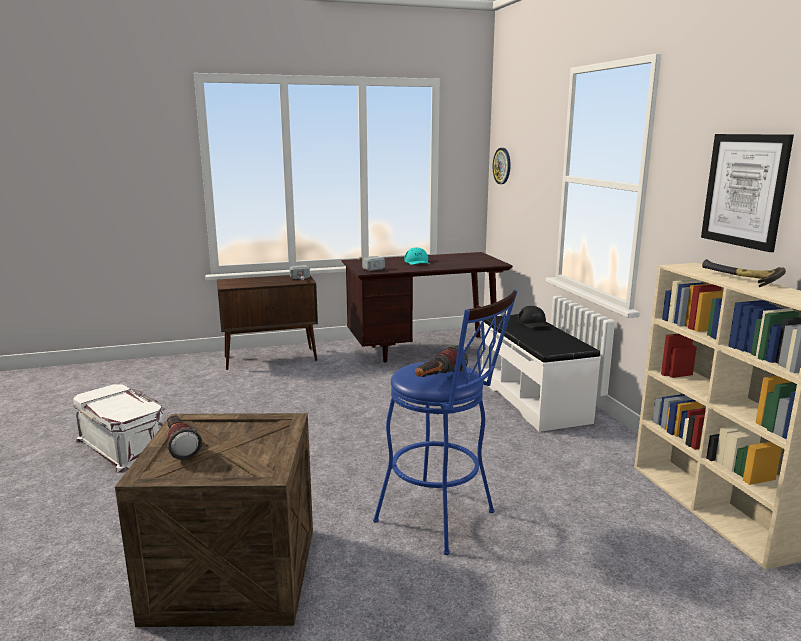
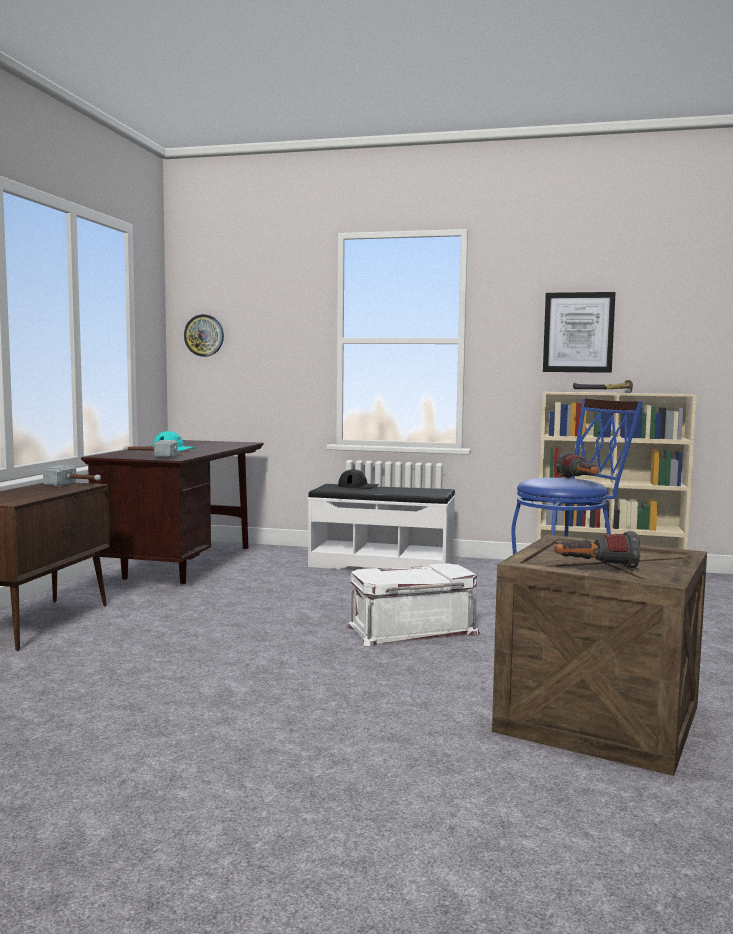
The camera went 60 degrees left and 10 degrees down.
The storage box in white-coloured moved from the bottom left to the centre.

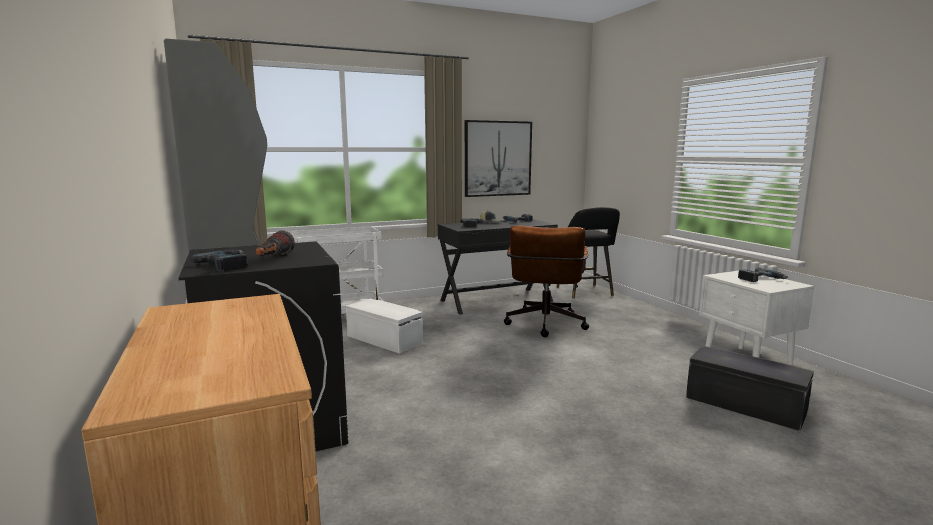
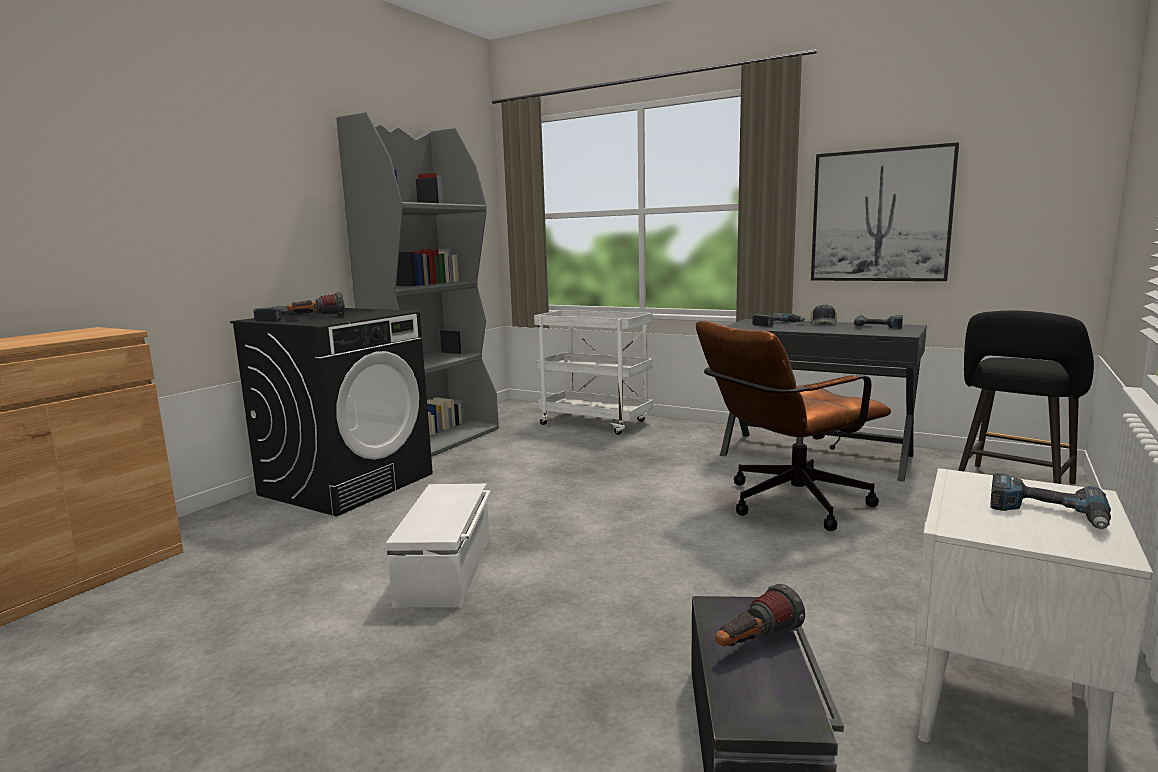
The camera went 55 degrees right and 0 degrees up.
The storage box in white-coloured moved from the centre to the bottom centre.
The flashlight (no. 2 from left) at the bottom centre appeared.

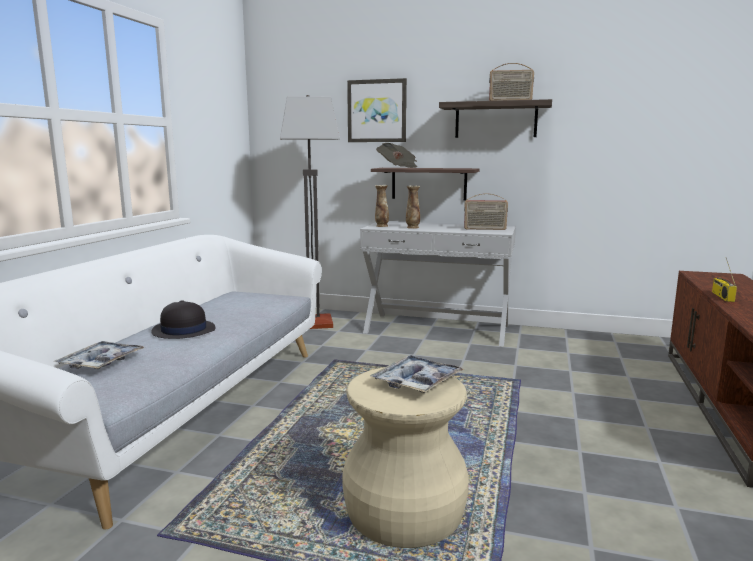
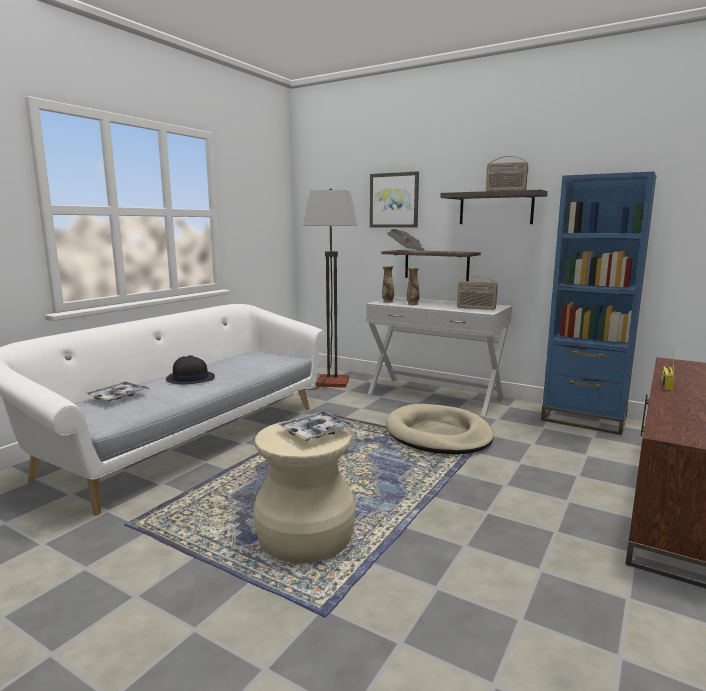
The camera went 15 degrees right and 0 degrees up.
The dog cushion in beige-coloured at the centre appeared.
The bookshelf in blue-coloured at the middle right appeared.

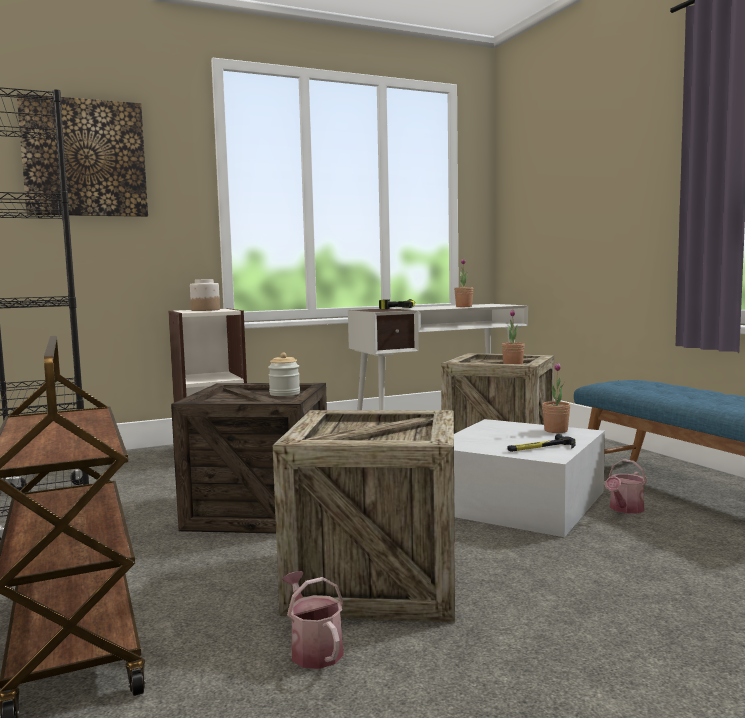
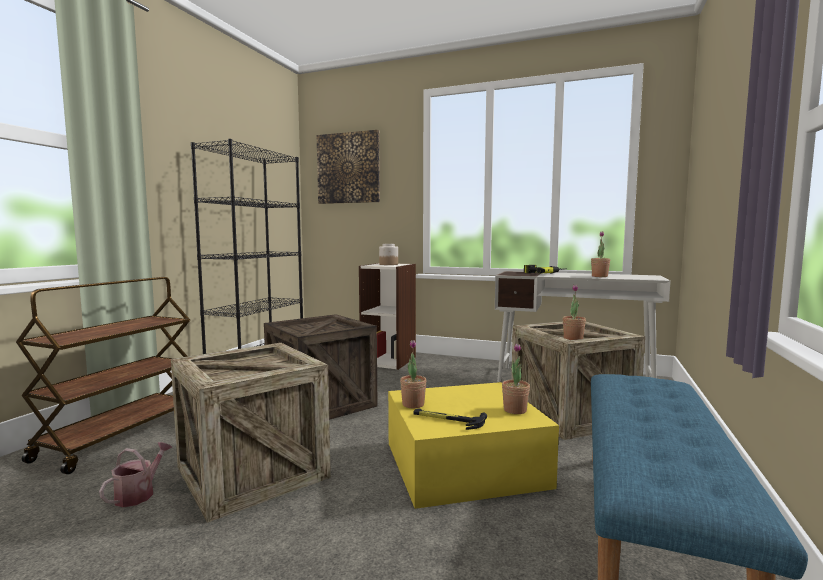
The camera went 45 degrees right and 0 degrees up.
The storage box in white-coloured at the middle right became the storage box in yellow at the bottom centre.
The potted plant (no. 1 from left) at the centre appeared.
The preserve jar (no. 2 from left) at the centre disappeared.
The sprinkling can (no. 2 from left) at the bottom right disappeared.

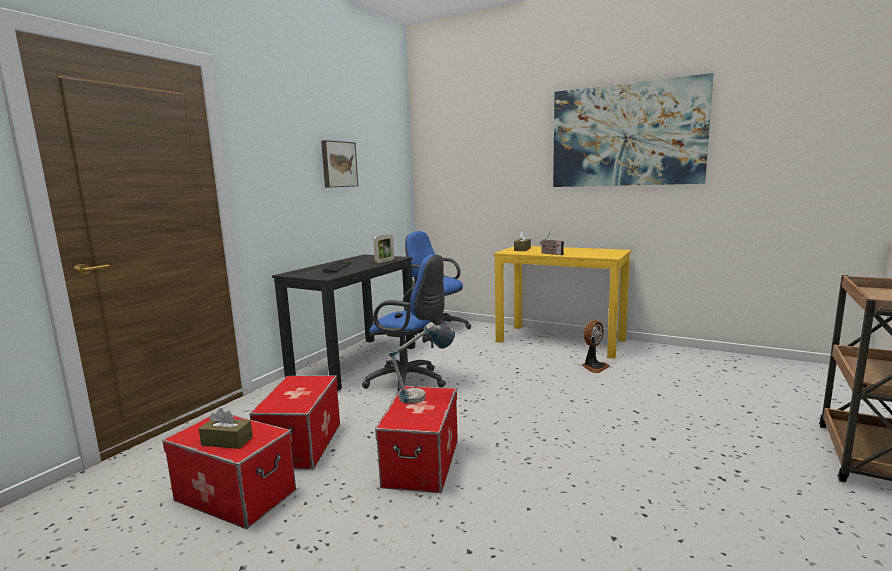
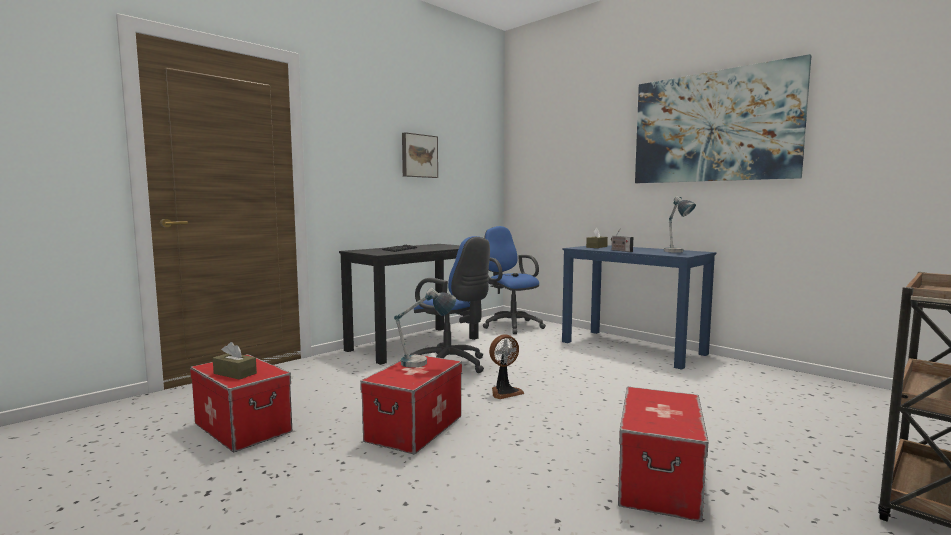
The camera went 15 degrees right and 5 degrees down.
The fan moved from the middle right to the bottom centre.
The desk in yellow at the centre became the desk in blue-coloured at the middle right.
The storage box (no. 2 from left in the first image) moved from the bottom left to the bottom right.
The table lamp (no. 2 from left) at the middle right appeared.
The photo frame at the centre disappeared.

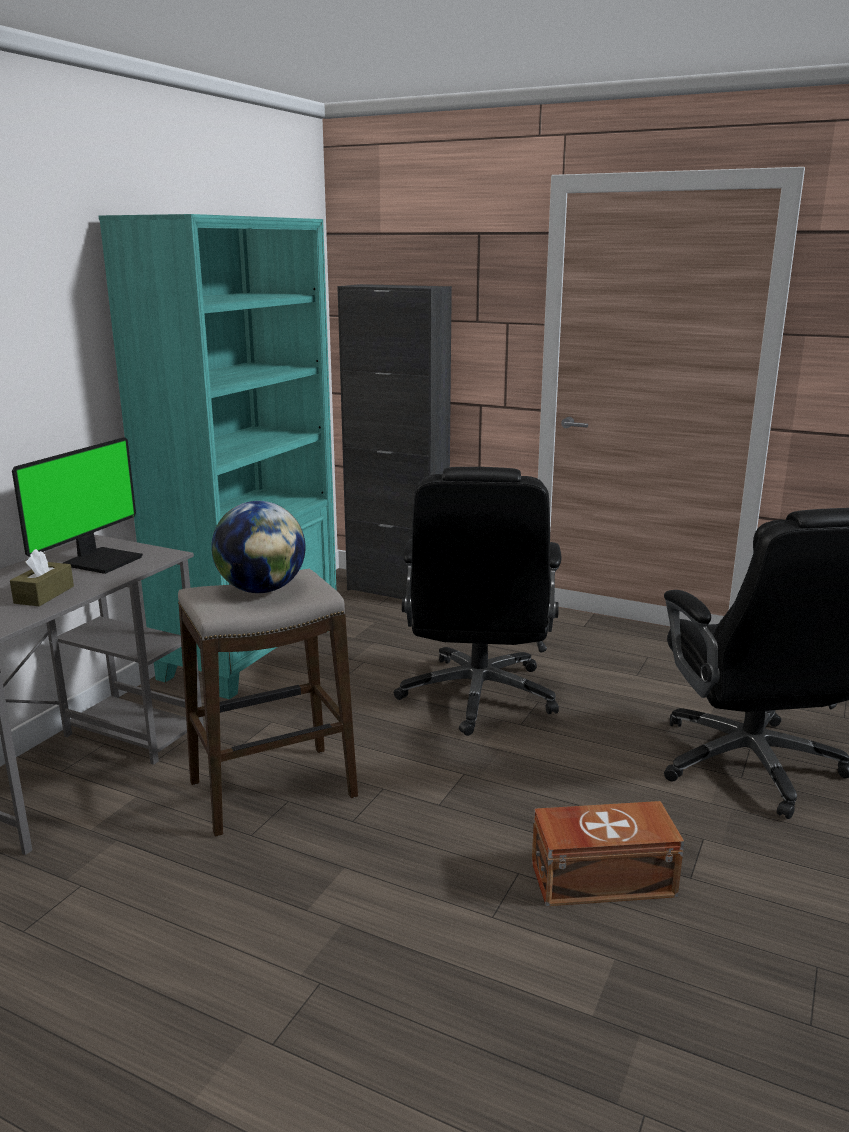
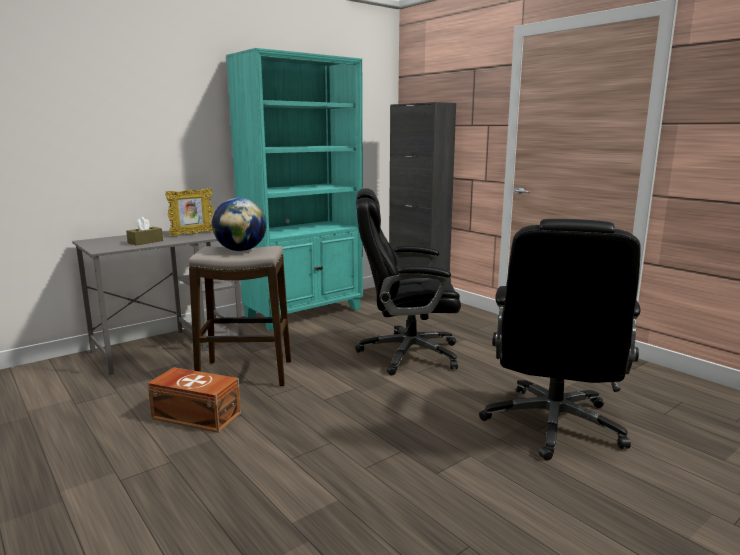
The camera went 25 degrees right and 5 degrees down.
The storage box in brownish moved from the bottom right to the bottom left.
The computer display at the middle left was replaced by the photo frame at the middle left.
The office chair in blackish (no. 1 from left) at the centre turned 60 degrees clockwise.

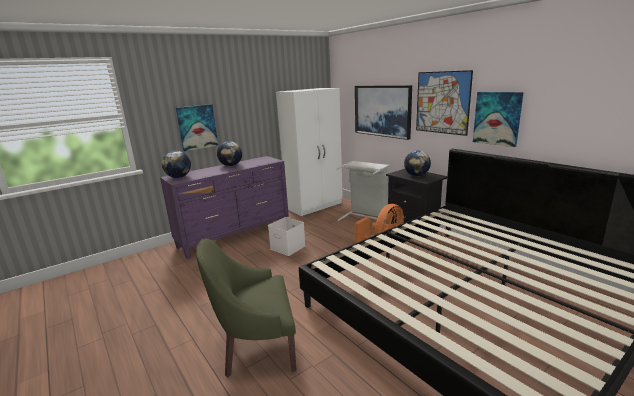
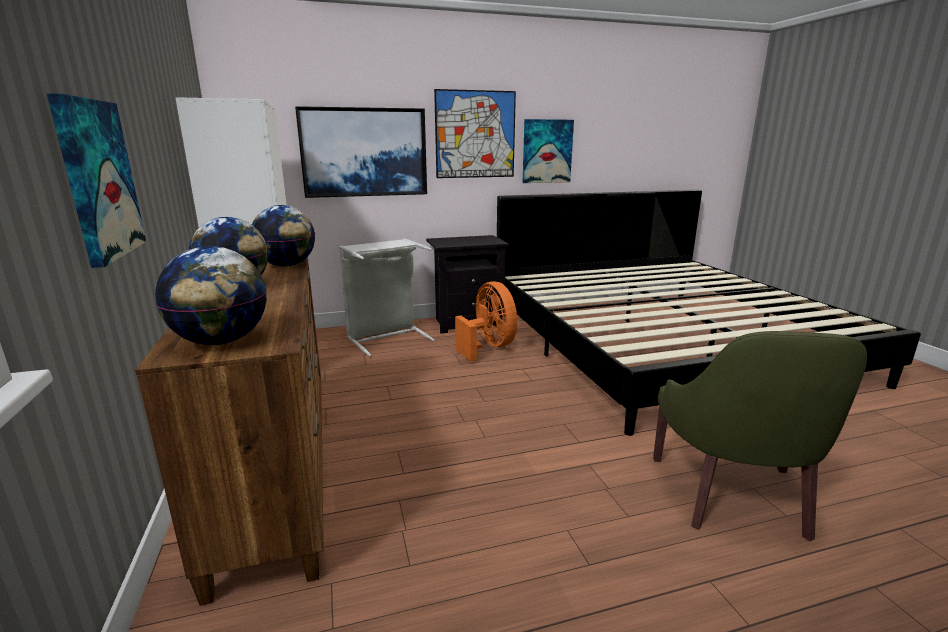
The camera went 70 degrees left and 0 degrees up.
The chest of drawers in purplish at the centre became the chest of drawers in brownish at the bottom left.
The globe (no. 3 from left) moved from the centre to the middle left.
The storage box in white-coloured at the centre disappeared.

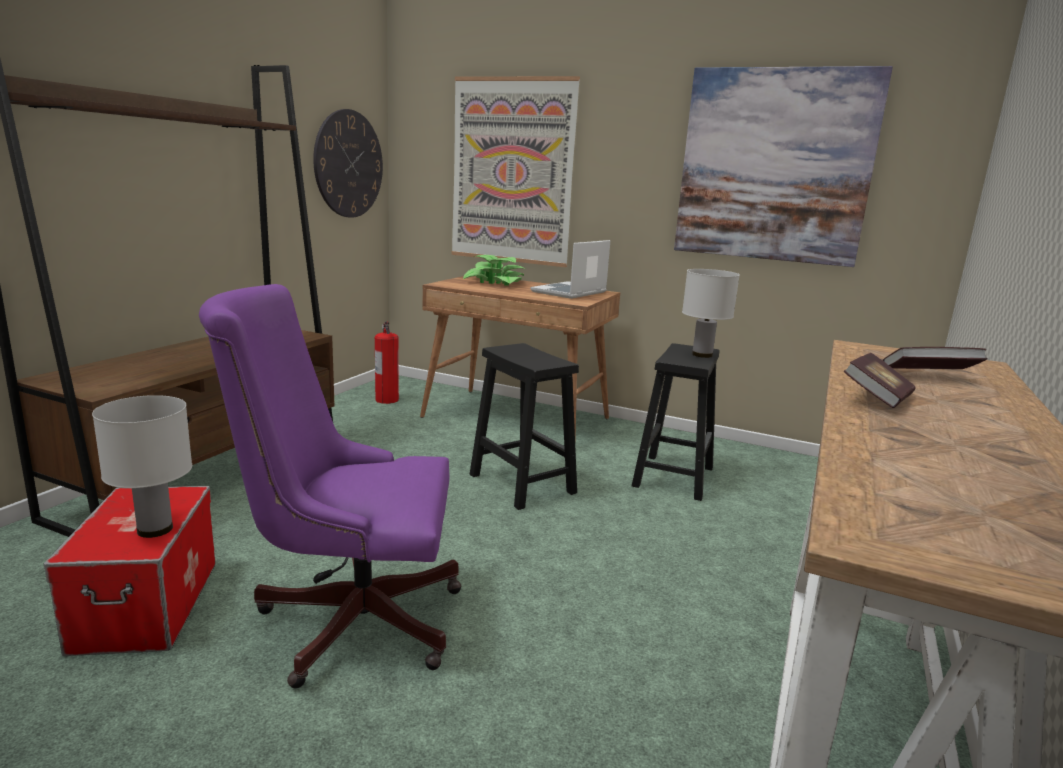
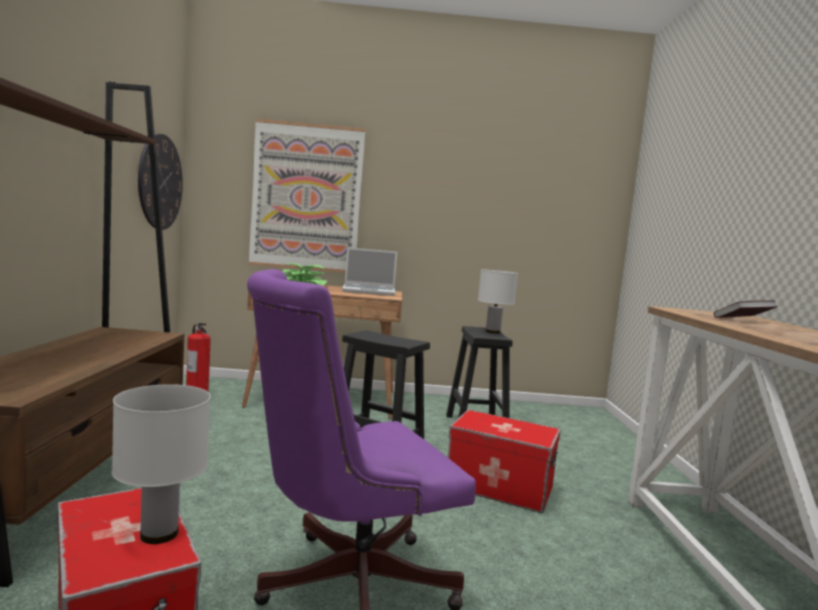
The camera went 25 degrees left and 10 degrees down.
The laptop at the centre turned 105 degrees counterclockwise.
The storage box (no. 2 from left) at the bottom centre appeared.
The wall picture (no. 2 from left) at the top right disappeared.
The book (no. 1 from left) at the middle right disappeared.

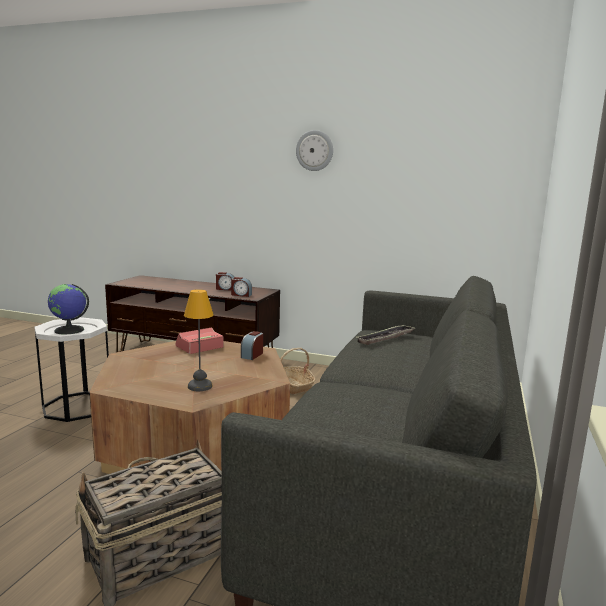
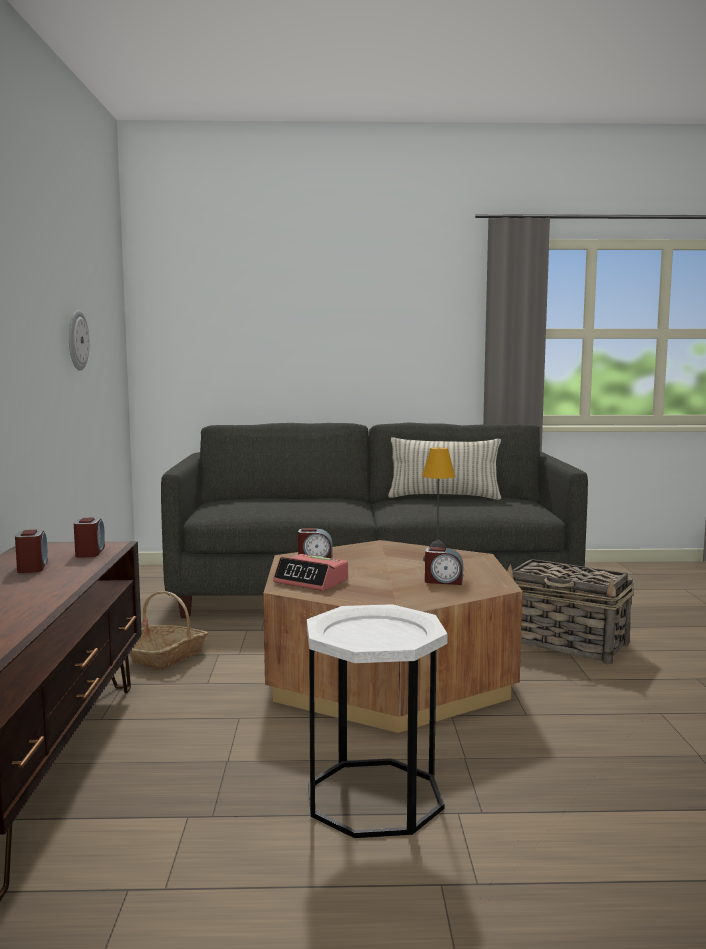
The camera went 110 degrees left and 5 degrees down.
The wall clock moved from the top centre to the middle left.
The cushion at the centre appeared.
The alarm clock (no. 5 from left) at the centre appeared.
The globe at the middle left disappeared.
The carrying tray at the centre disappeared.

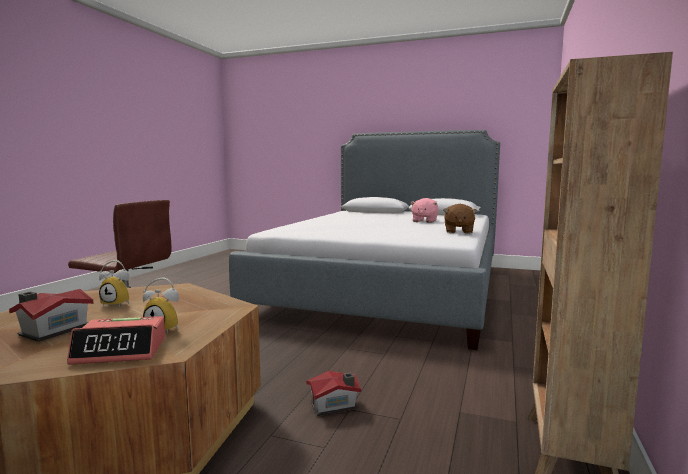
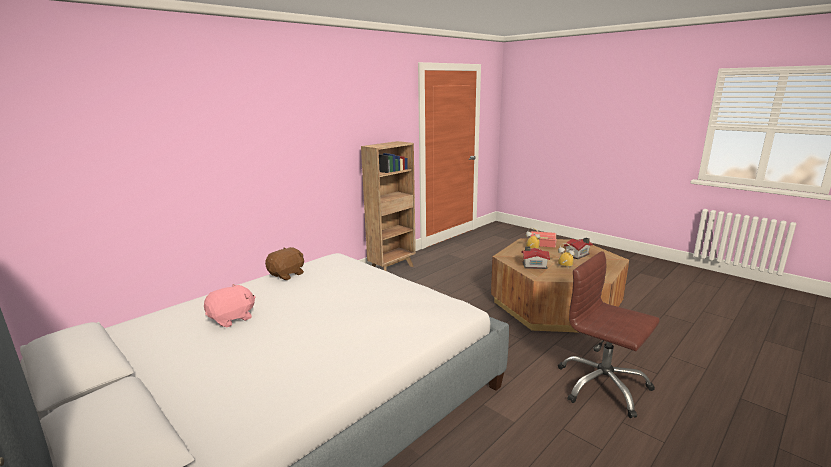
The camera went 155 degrees left and 10 degrees up.
The toy house (no. 2 from left in the first image) moved from the bottom centre to the centre.

